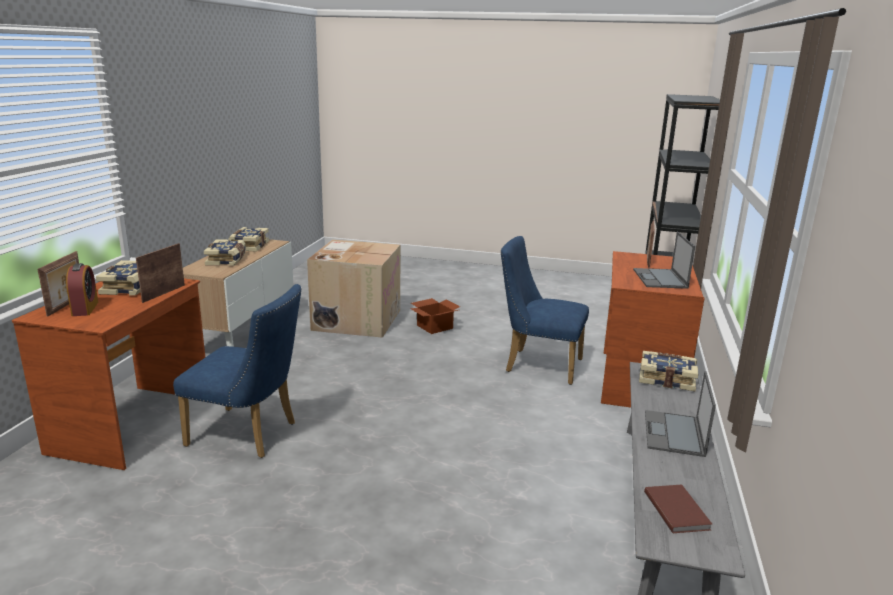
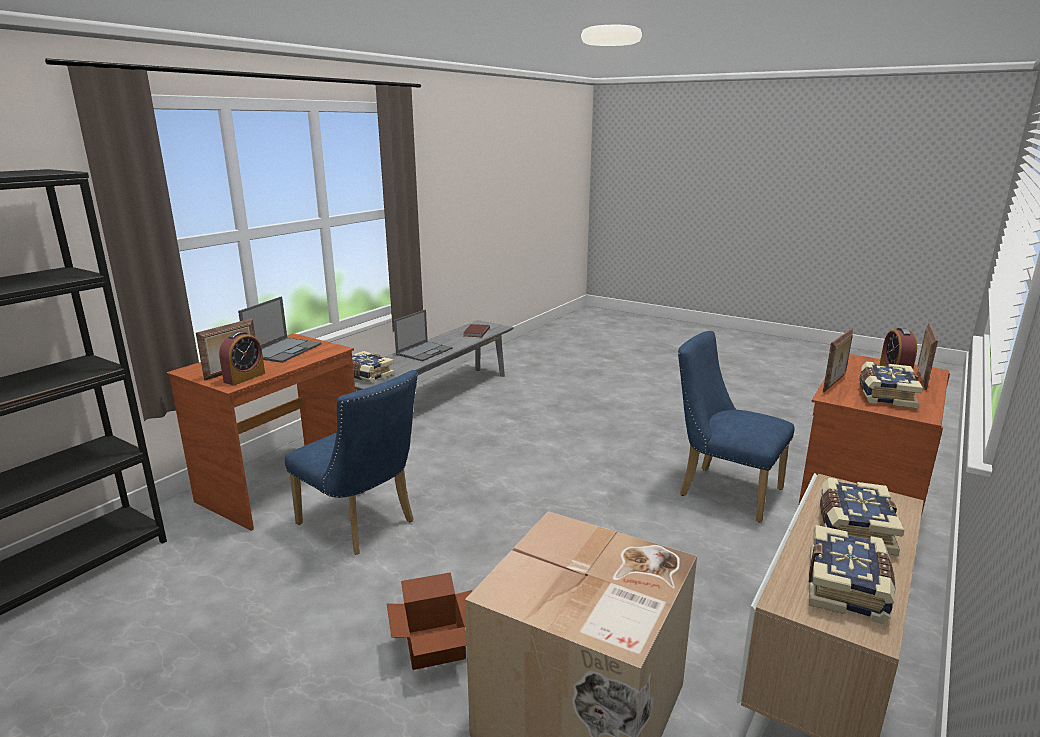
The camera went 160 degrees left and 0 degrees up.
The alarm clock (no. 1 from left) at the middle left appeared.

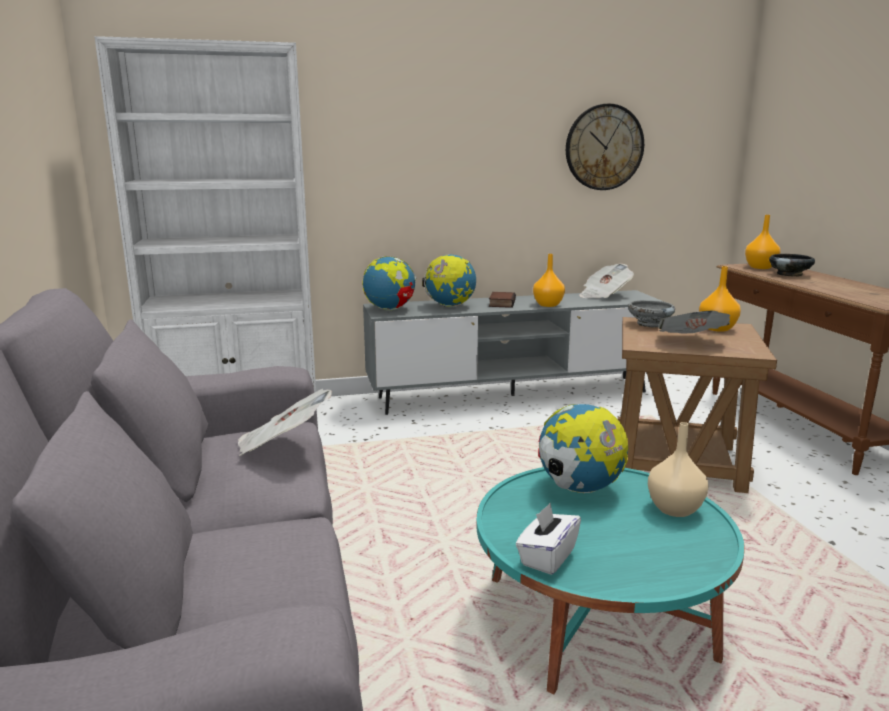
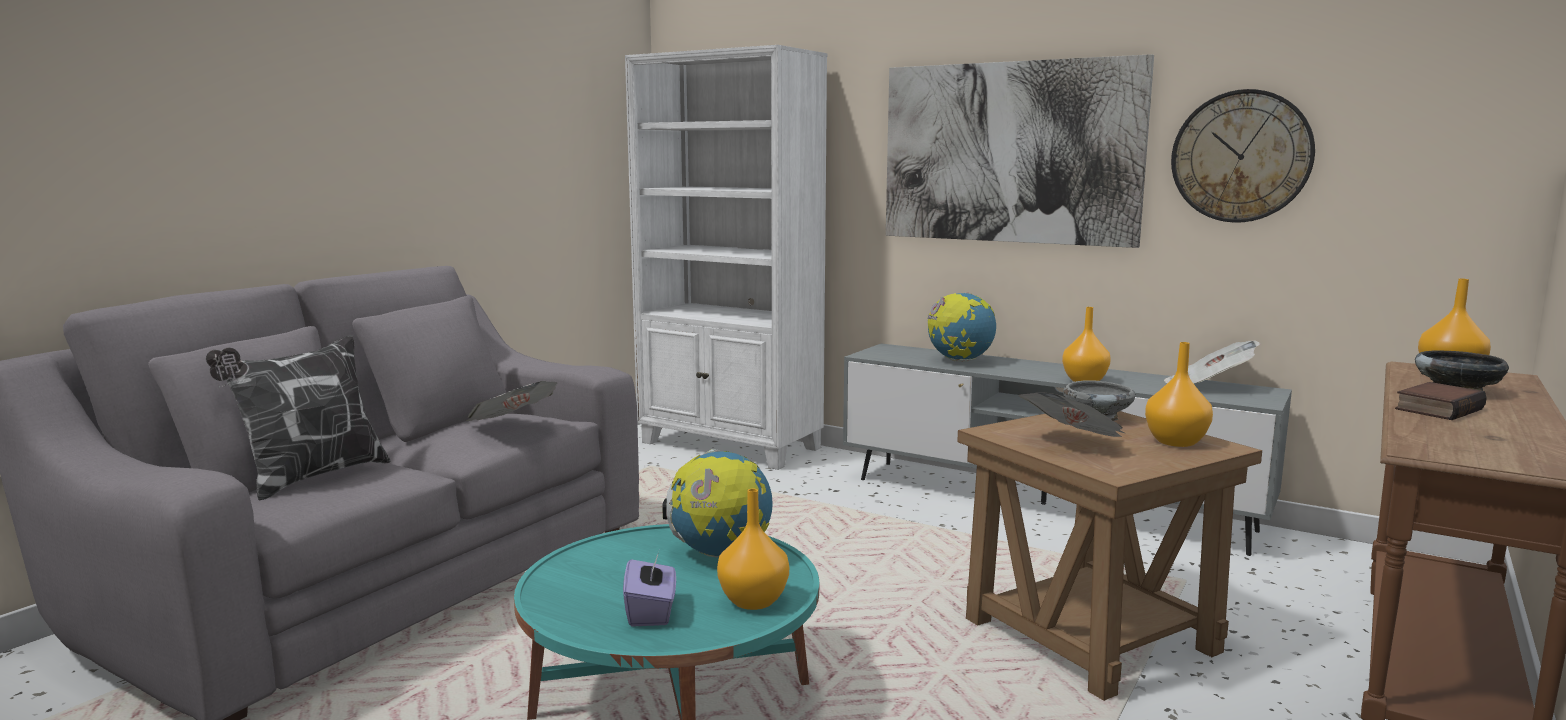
The camera went 45 degrees right and 5 degrees down.
The cushion at the middle left appeared.
The tissue holder in purplish at the bottom centre appeared.
The decorative vase in beige-coloured at the middle right became the decorative vase in orange (no. 1 from left) at the bottom centre.
The wall picture at the top centre appeared.
The book moved from the centre to the middle right.
The globe (no. 1 from left) at the centre disappeared.
The tissue holder in white-coloured at the bottom centre disappeared.

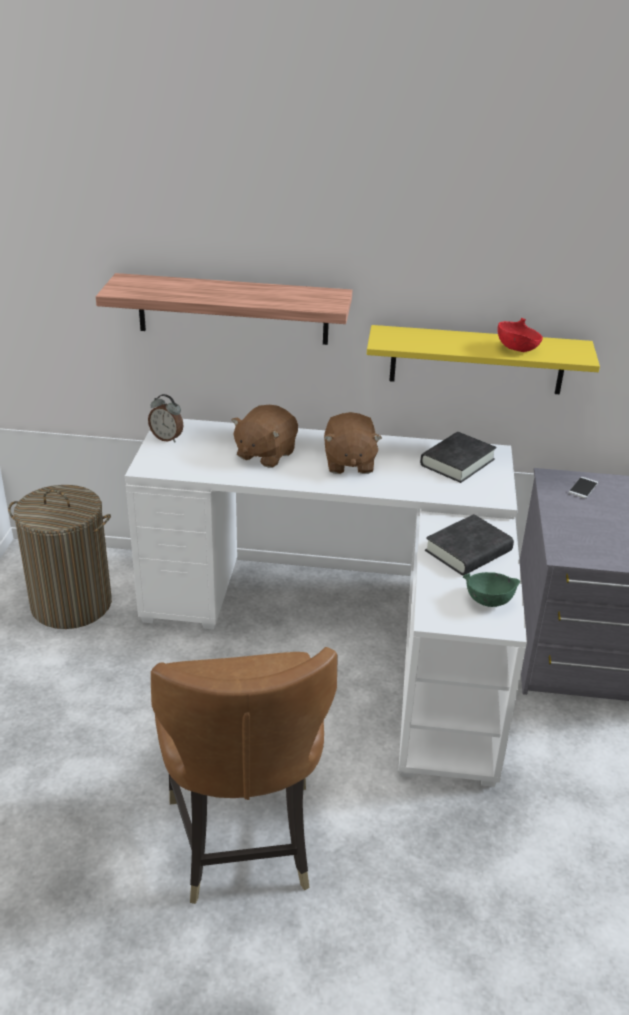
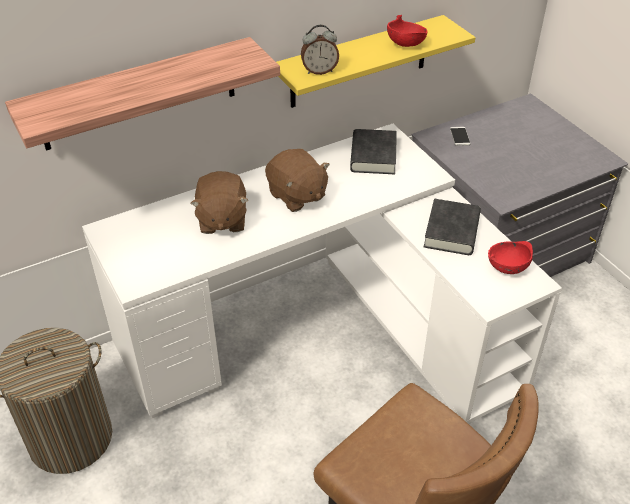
The camera went 35 degrees left and 10 degrees up.
The alarm clock moved from the middle left to the top centre.
The bowl in green at the middle right became the bowl in red-coloured (no. 2 from left) at the middle right.

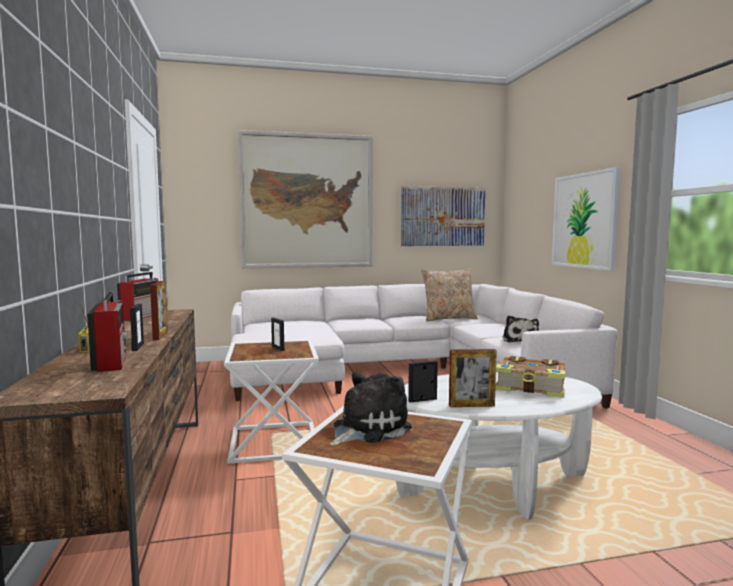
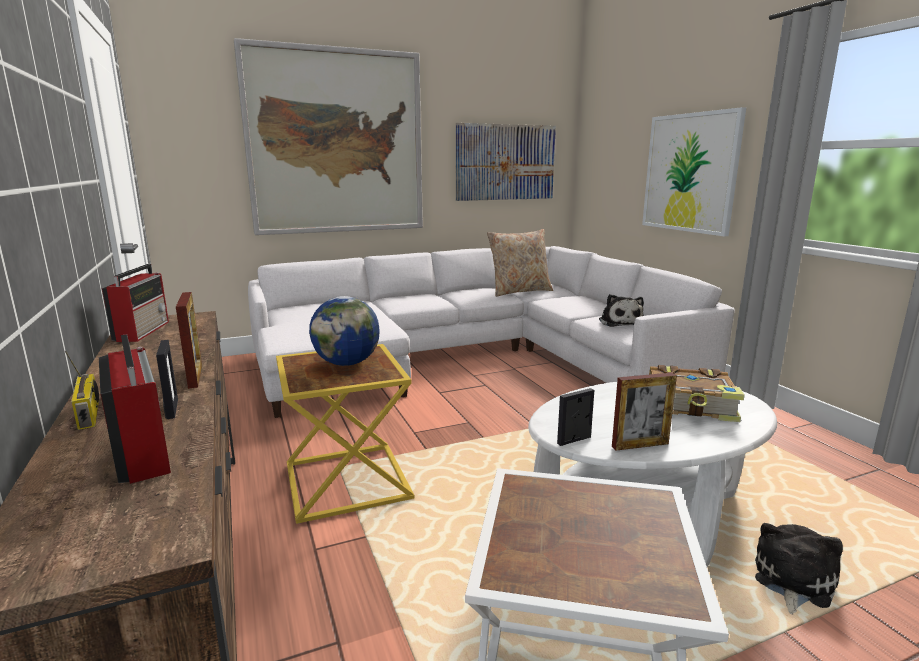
The camera went 10 degrees left and 10 degrees up.
The accent table in white-coloured (no. 1 from left) at the bottom centre became the accent table in yellow at the centre.
The photo frame (no. 3 from left) at the centre was replaced by the globe at the centre.
The plush toy (no. 1 from left in the first image) moved from the bottom centre to the bottom right.

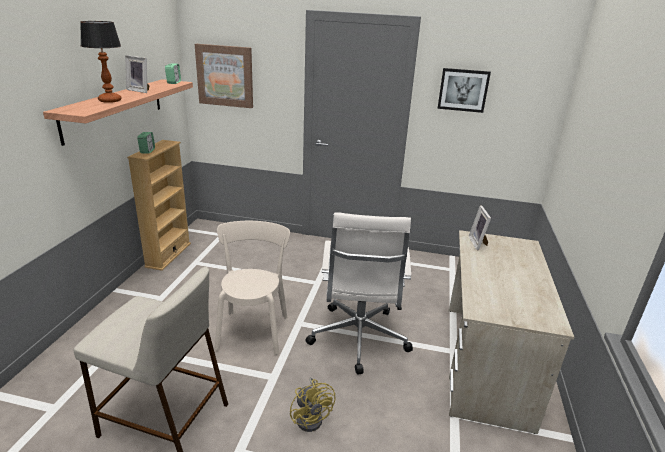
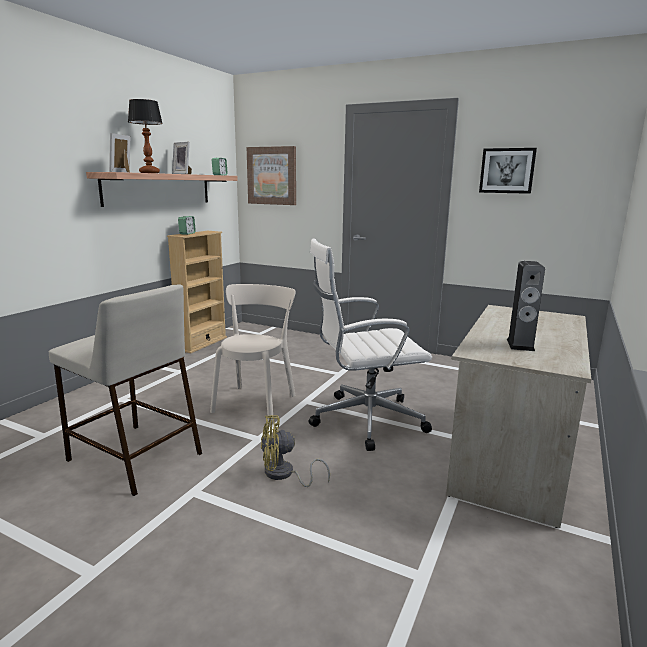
The camera went 15 degrees right and 10 degrees down.
The photo frame (no. 2 from left in the first image) moved from the middle right to the top left.
The fan in yellow at the bottom centre turned 90 degrees clockwise.
The office chair in white-coloured at the centre turned 60 degrees clockwise.
The audio speaker at the middle right appeared.

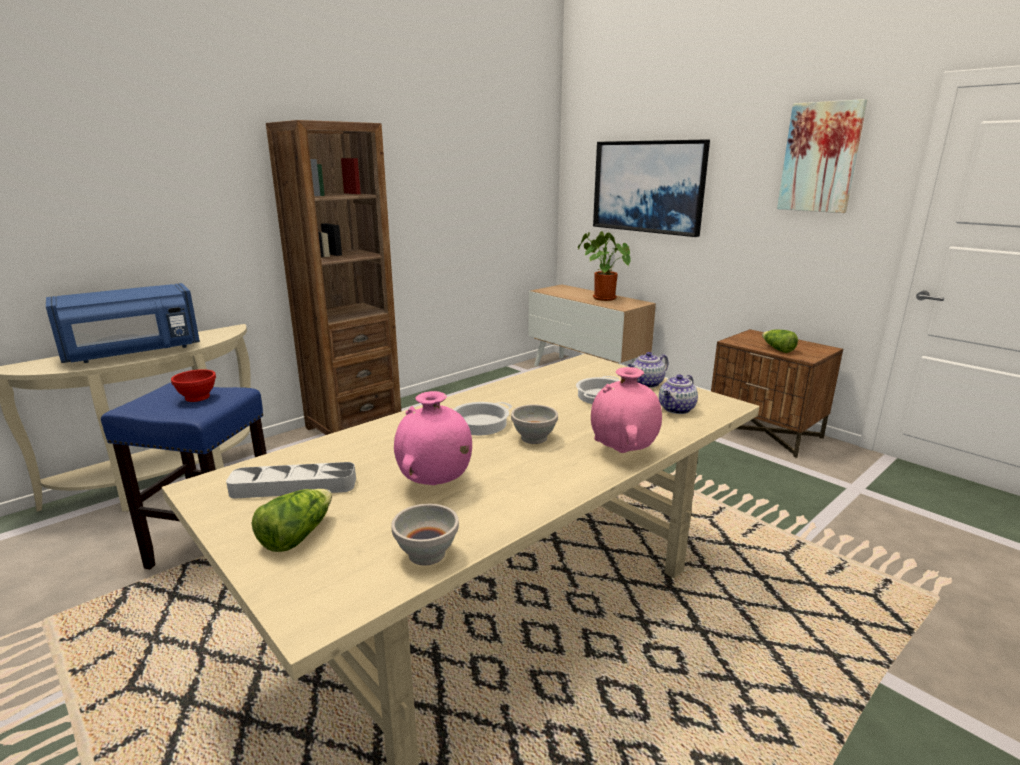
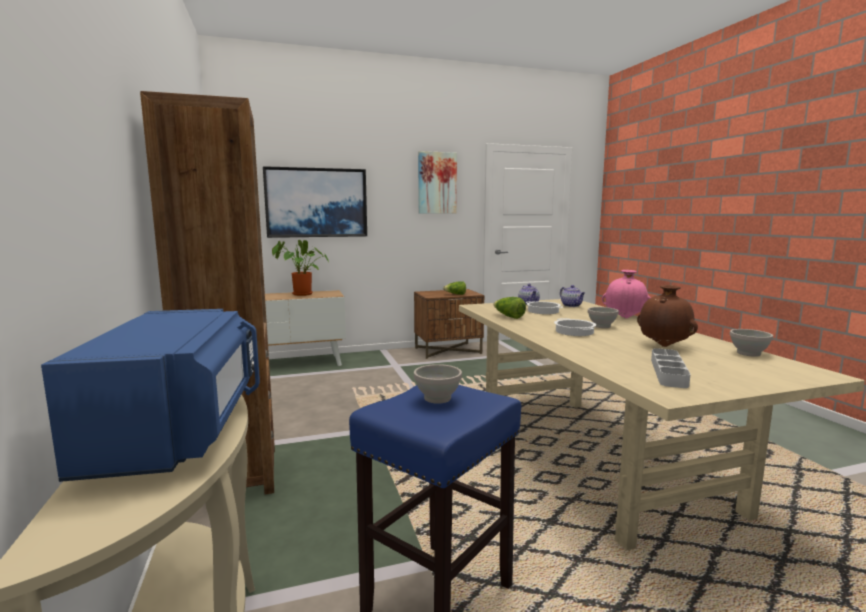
The camera went 65 degrees left and 10 degrees down.
The bowl in red-coloured at the middle left became the bowl in white-coloured (no. 1 from left) at the centre.
The lettuce (no. 1 from left in the first image) moved from the bottom left to the centre.
The decorative vase in pinkish (no. 1 from left) at the centre became the decorative vase in brownish at the middle right.

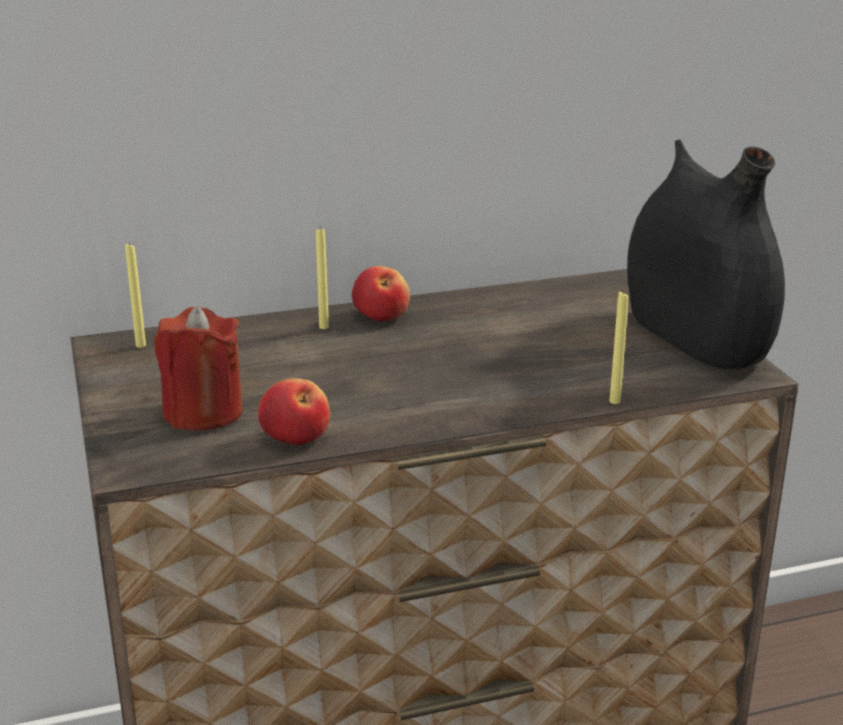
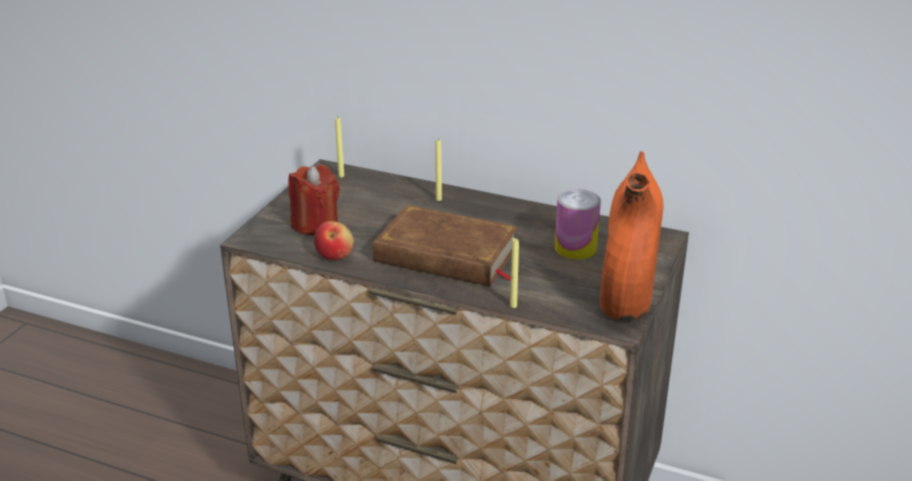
The camera went 40 degrees right and 5 degrees up.
The book in brownish at the centre appeared.
The metal can at the centre appeared.
The decorative vase in blackish at the middle right became the decorative vase in orange at the middle right.
The apple fruit (no. 2 from left) at the centre disappeared.

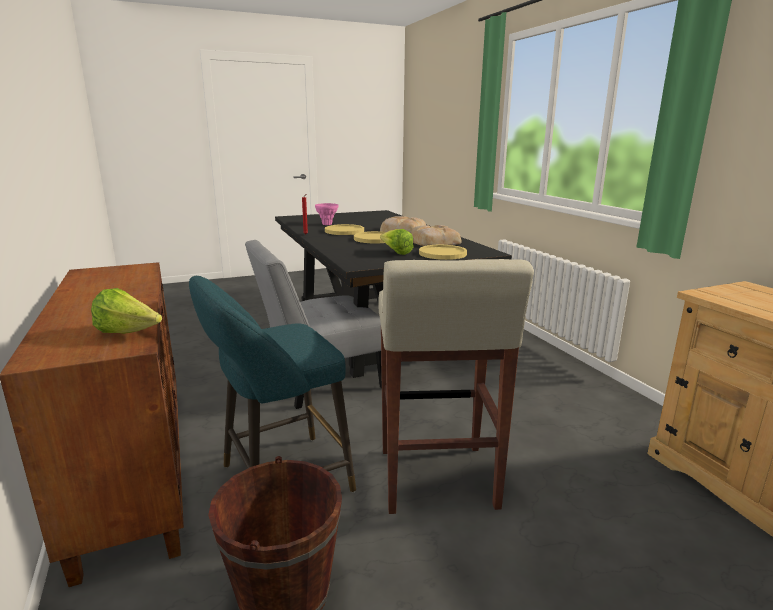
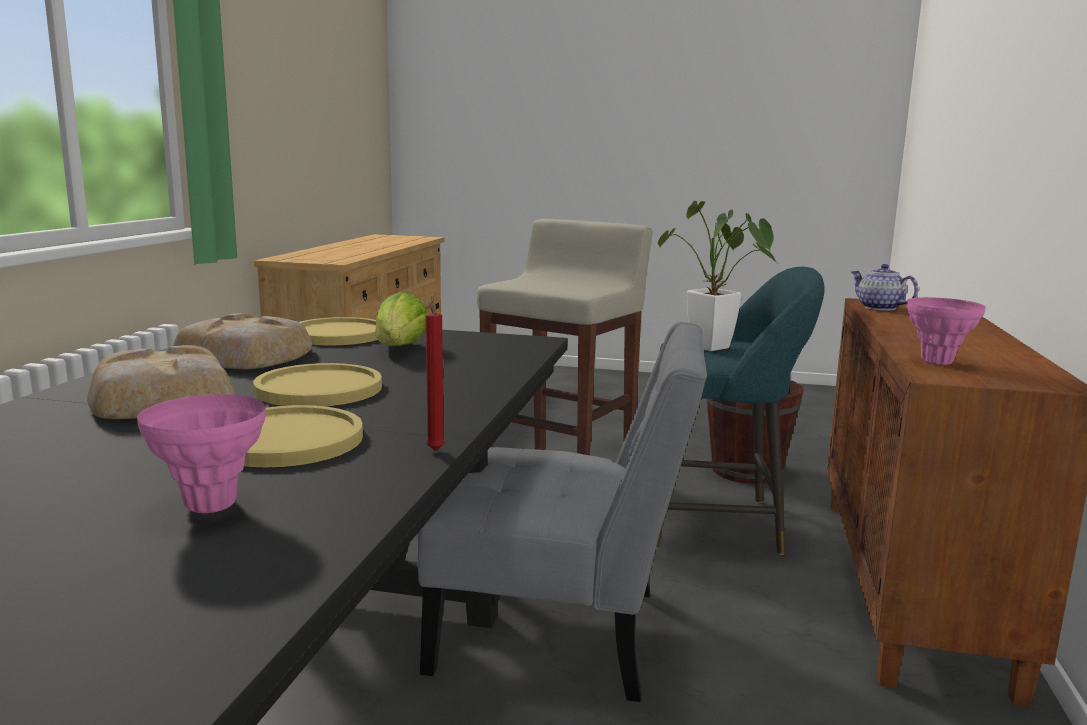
The camera went 145 degrees left and 5 degrees down.
The potted plant at the centre appeared.
The lettuce (no. 1 from left) at the middle left was replaced by the tea pot at the middle right.
The decorative vase in pinkish (no. 2 from left) at the middle right appeared.

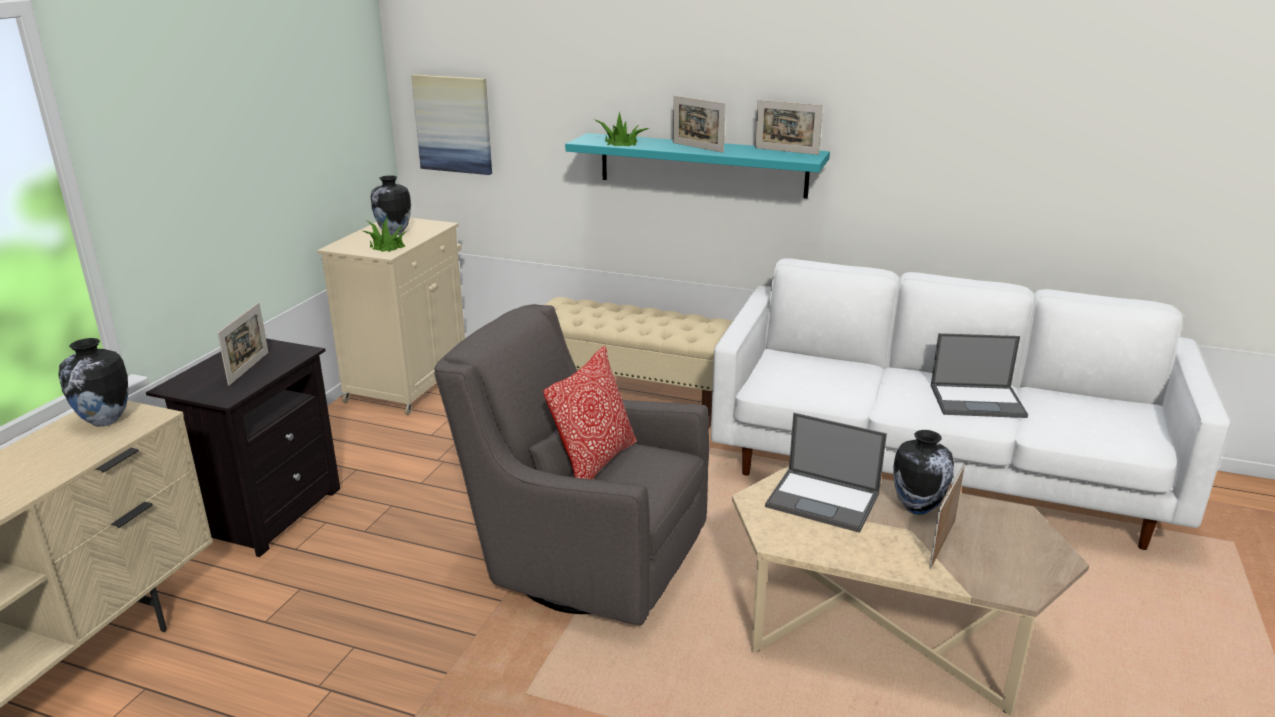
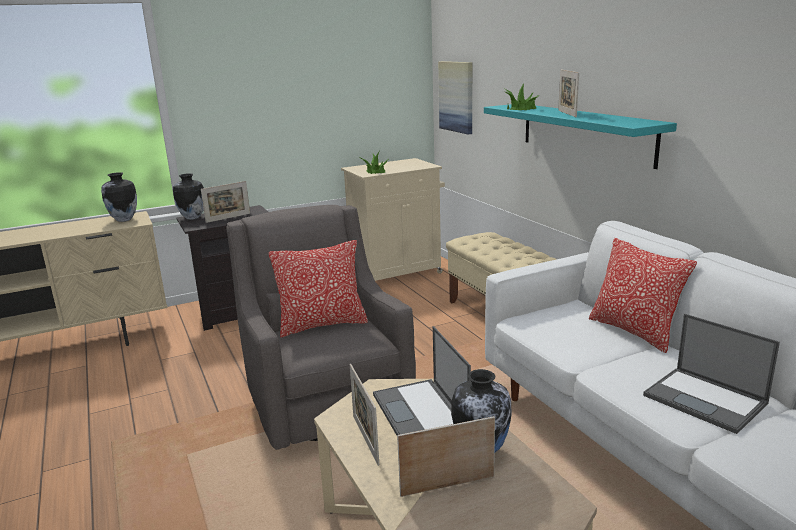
The camera went 45 degrees right and 5 degrees down.
The decorative vase (no. 2 from left) moved from the top left to the middle left.
The photo frame (no. 3 from left in the first image) moved from the top centre to the bottom centre.
The cushion (no. 2 from left) at the middle right appeared.

